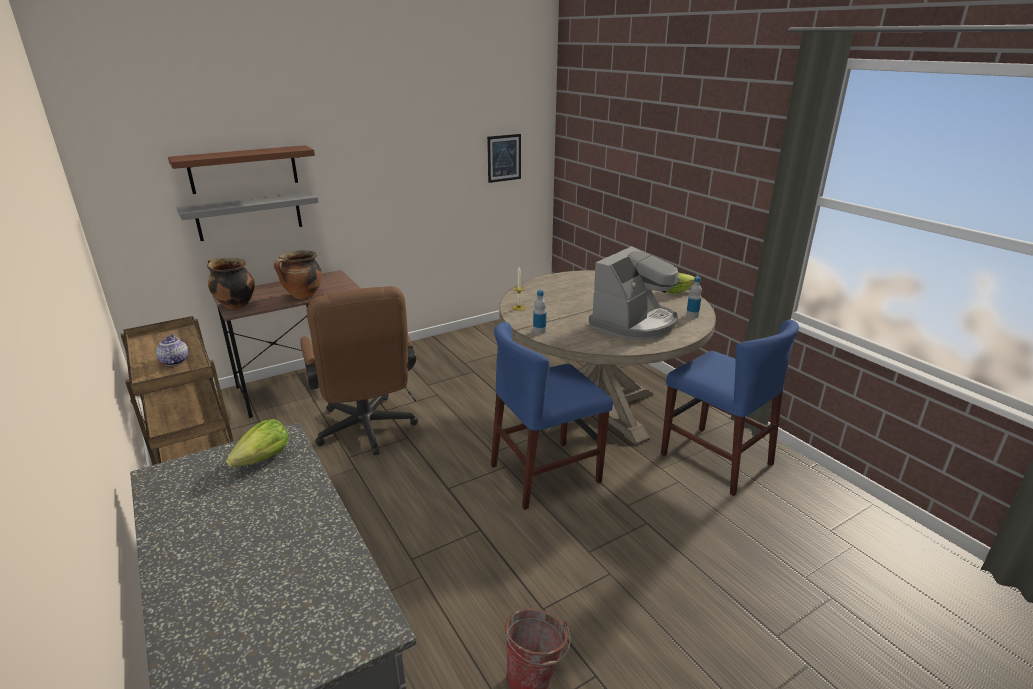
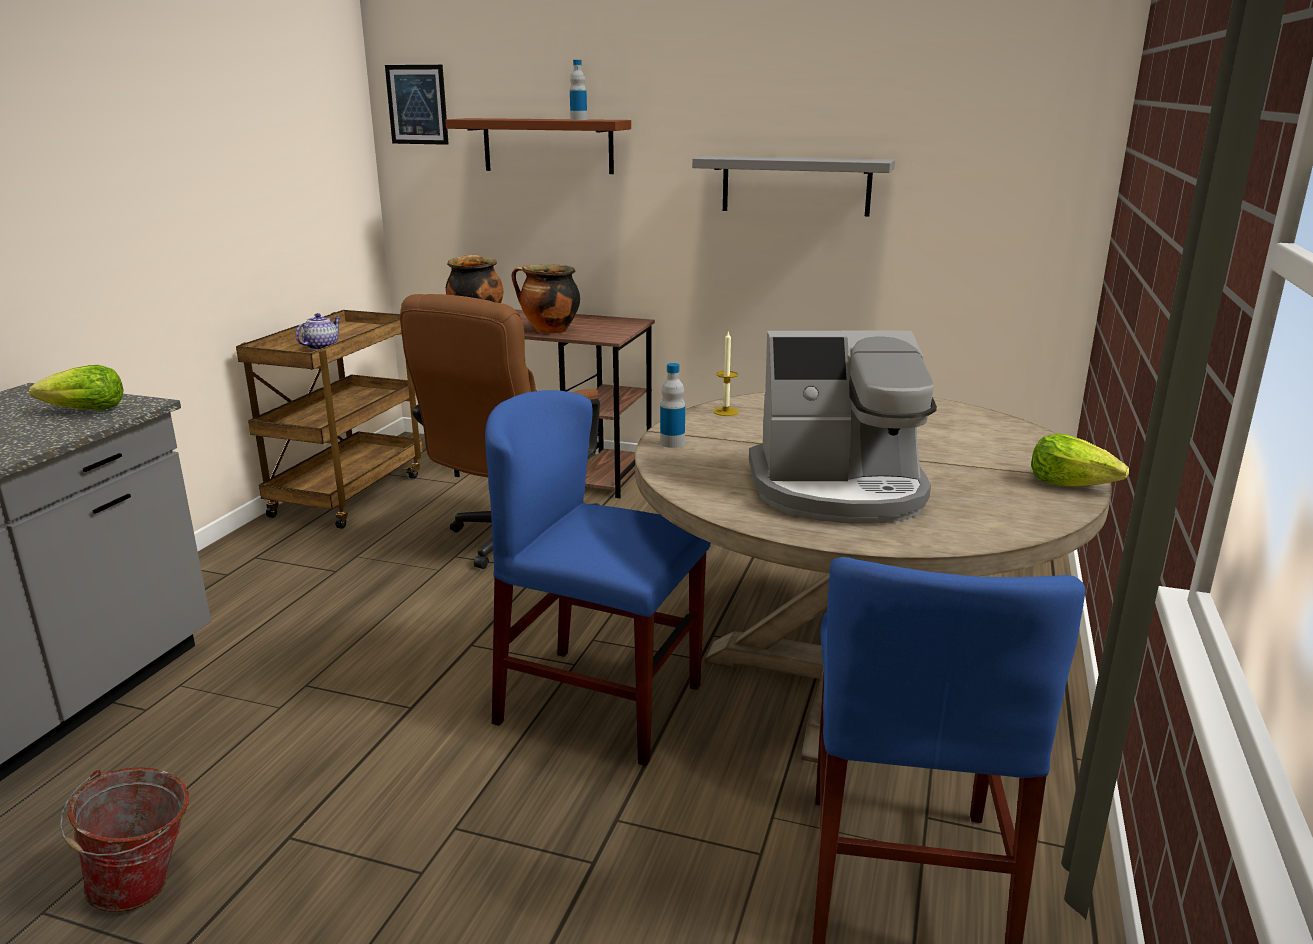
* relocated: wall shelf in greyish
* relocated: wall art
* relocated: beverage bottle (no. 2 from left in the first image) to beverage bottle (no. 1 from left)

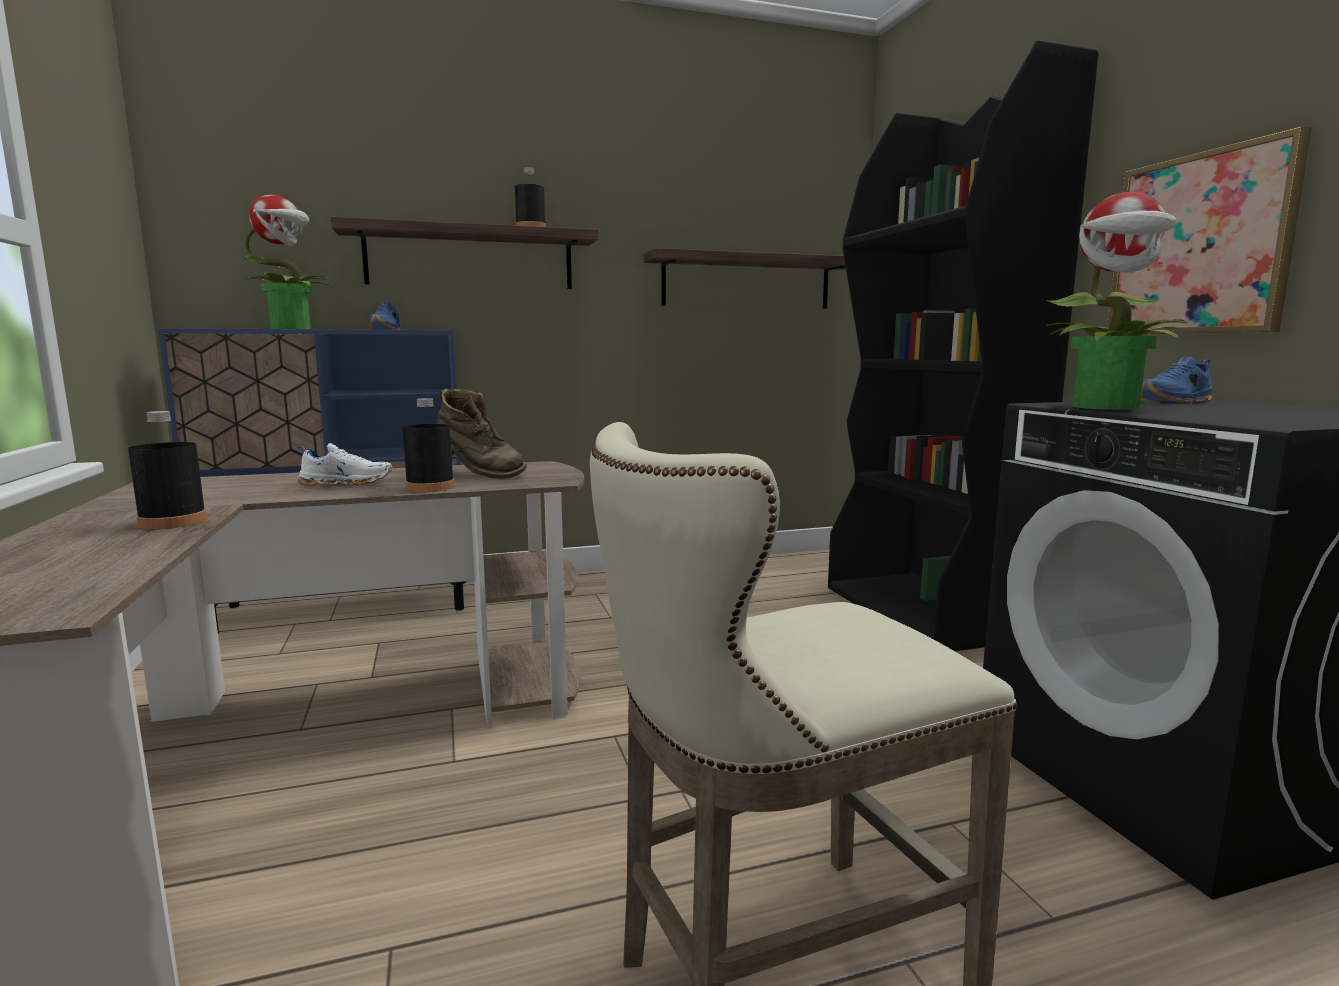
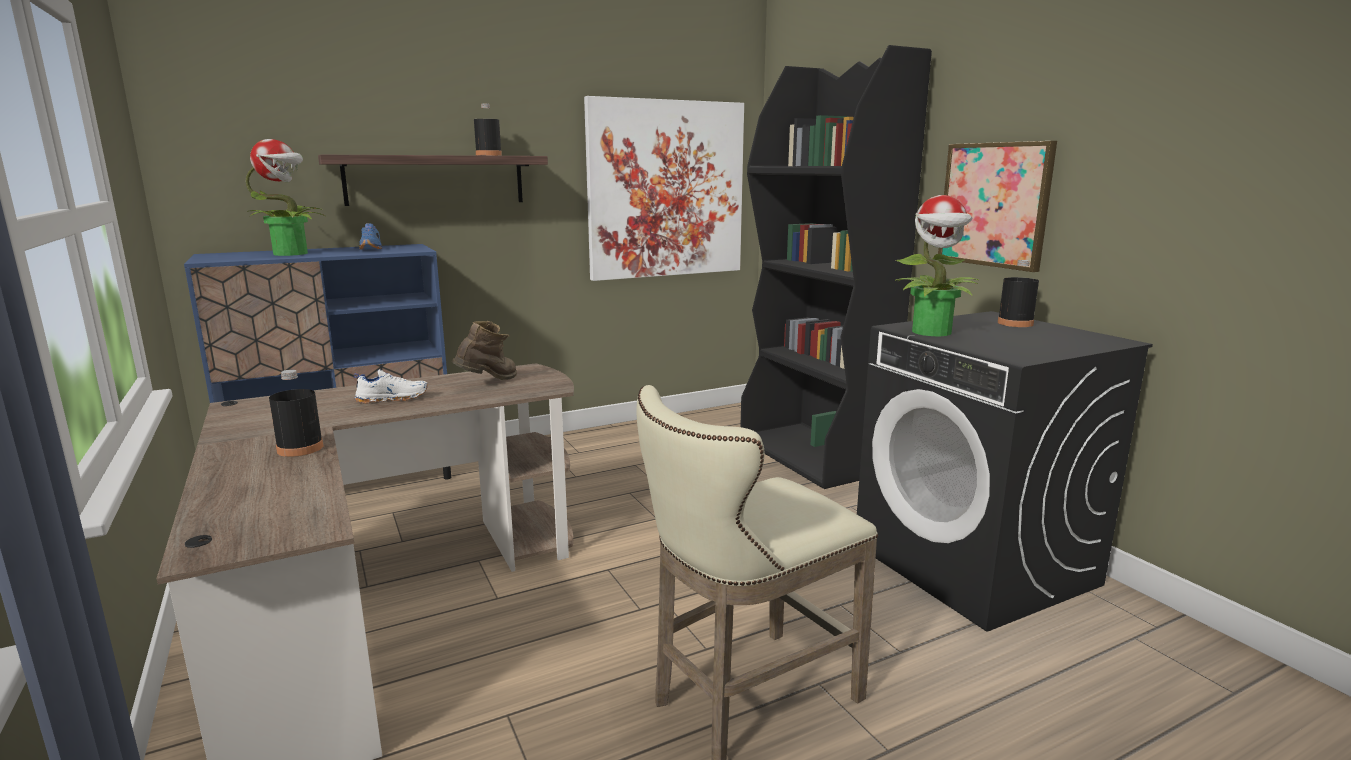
* missing: item of footwear in blue (no. 2 from left)
* relocated: beverage bottle in blackish (no. 2 from left in the first image) to beverage bottle in blackish (no. 3 from left)
* exchanged: wall shelf (no. 2 from left) to wall art (no. 1 from left)
* spun: high-top boot in brown 75 degrees counterclockwise

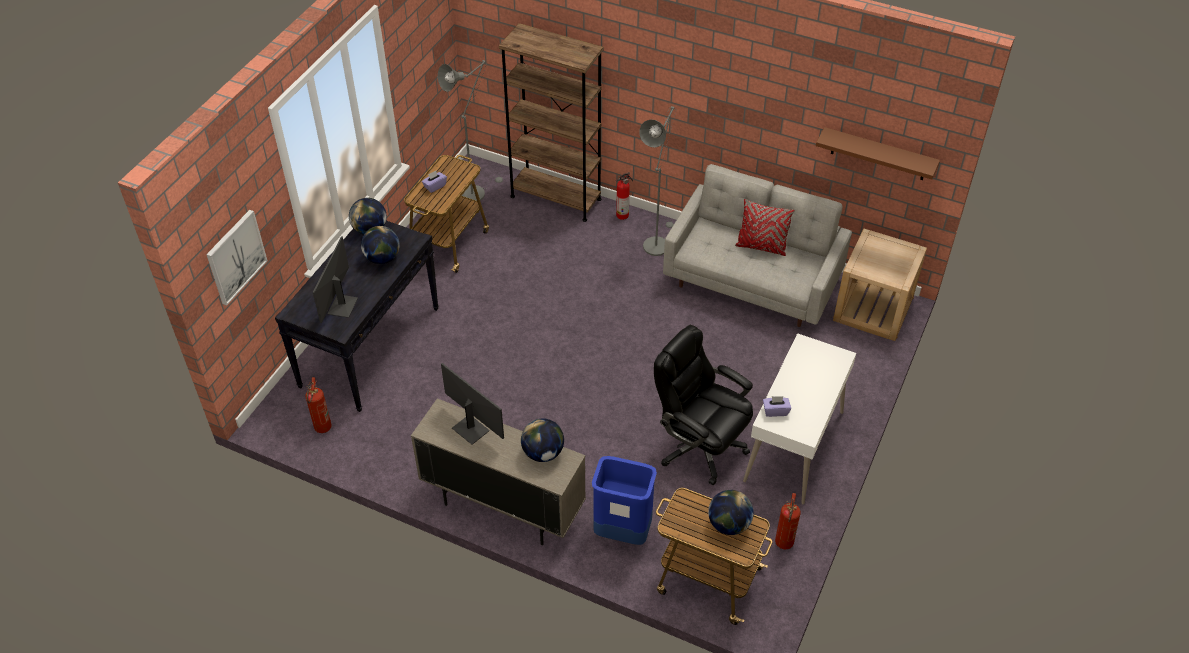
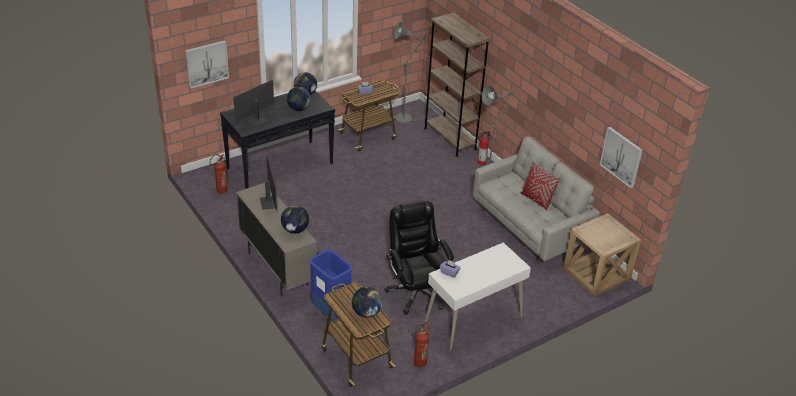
* exchanged: wall shelf in brown to wall art (no. 2 from left)

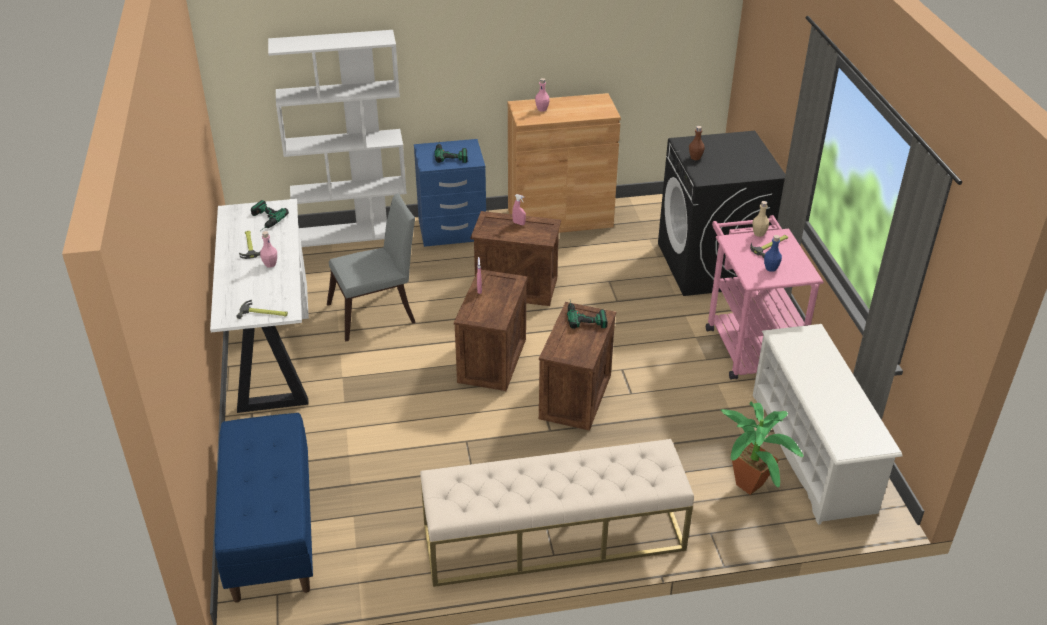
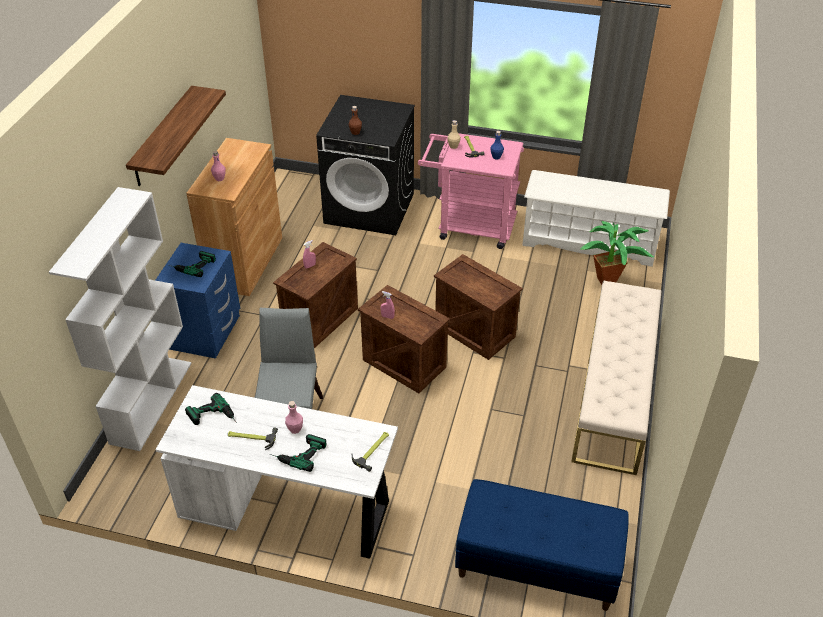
* appeared: wall shelf
* relocated: power drill (no. 3 from left)

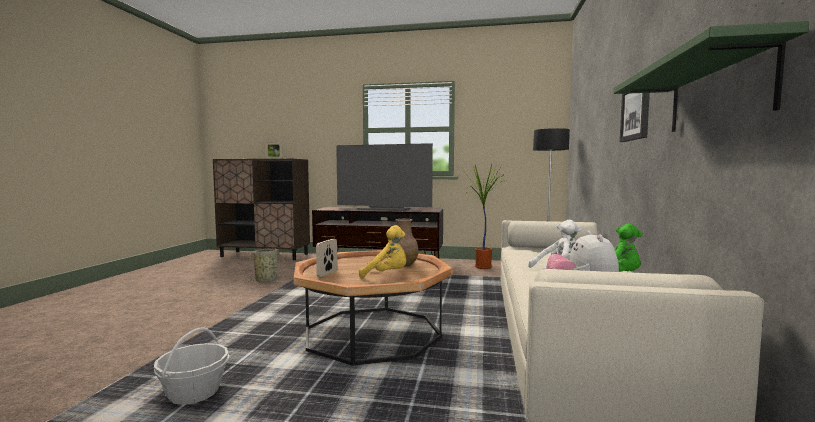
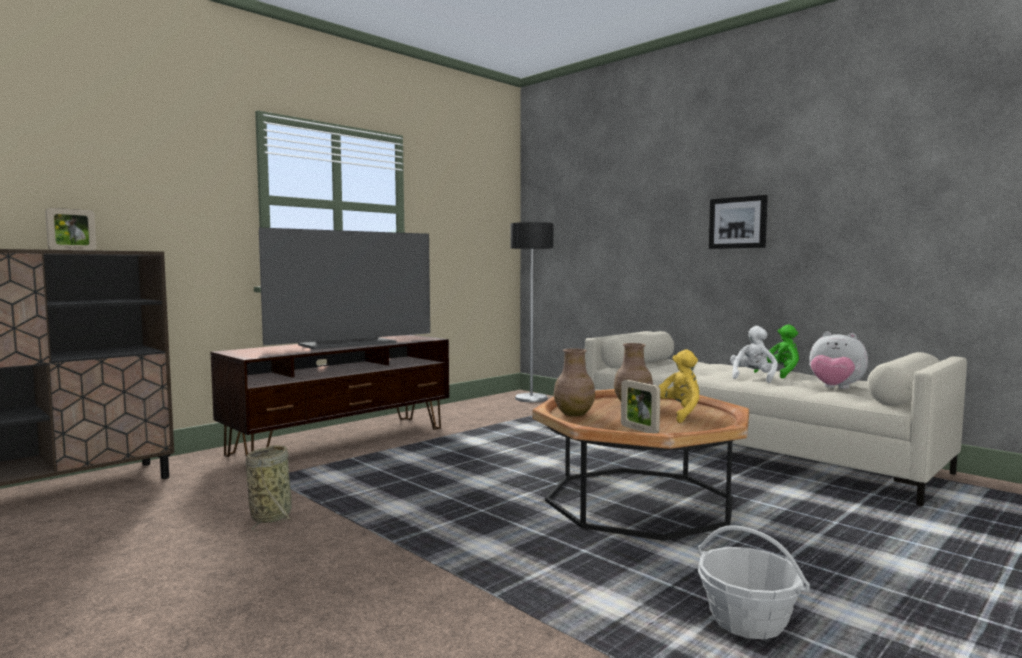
* missing: plant in a pot
* missing: wall shelf in green-coloured
* appeared: vase in brown (no. 1 from left)

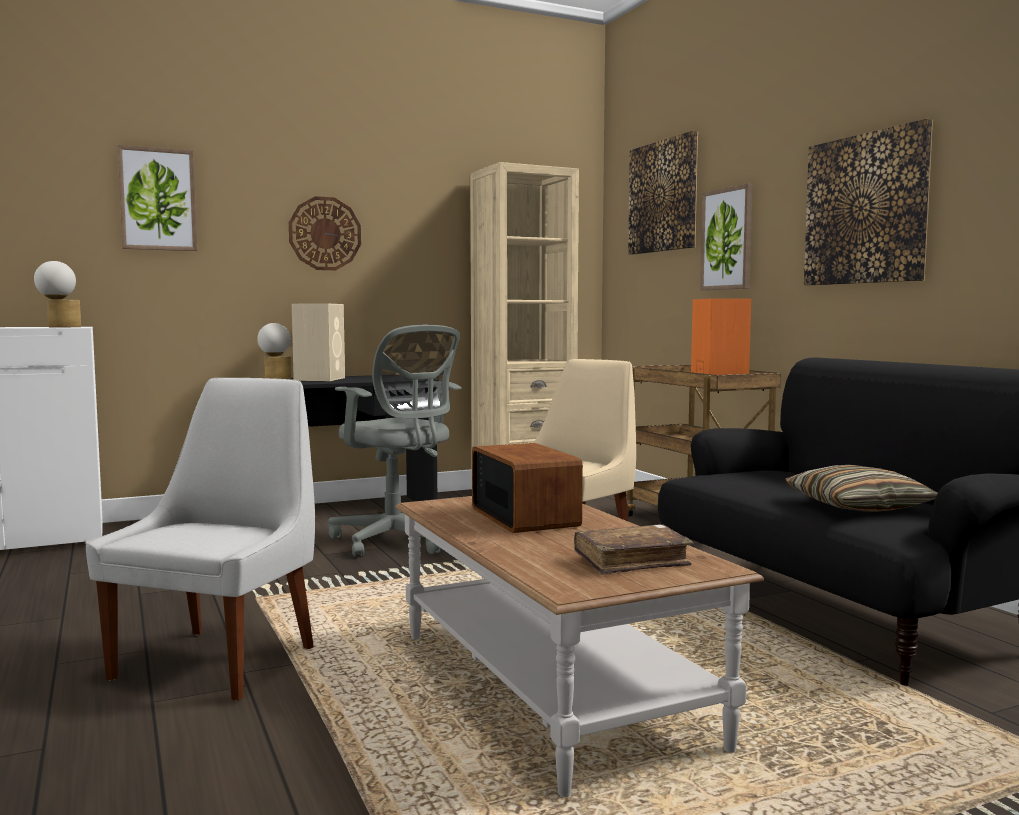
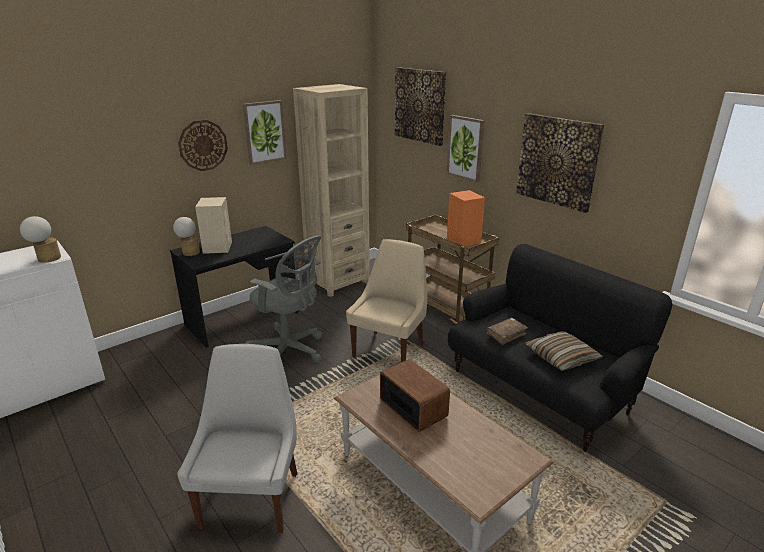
* relocated: wall art (no. 1 from left)
* relocated: book in brown

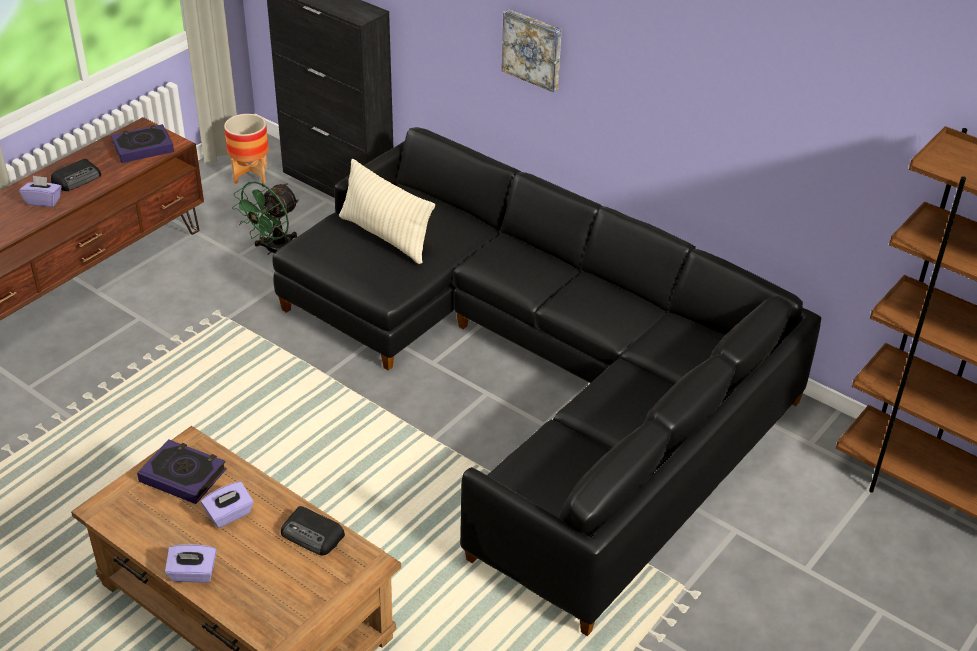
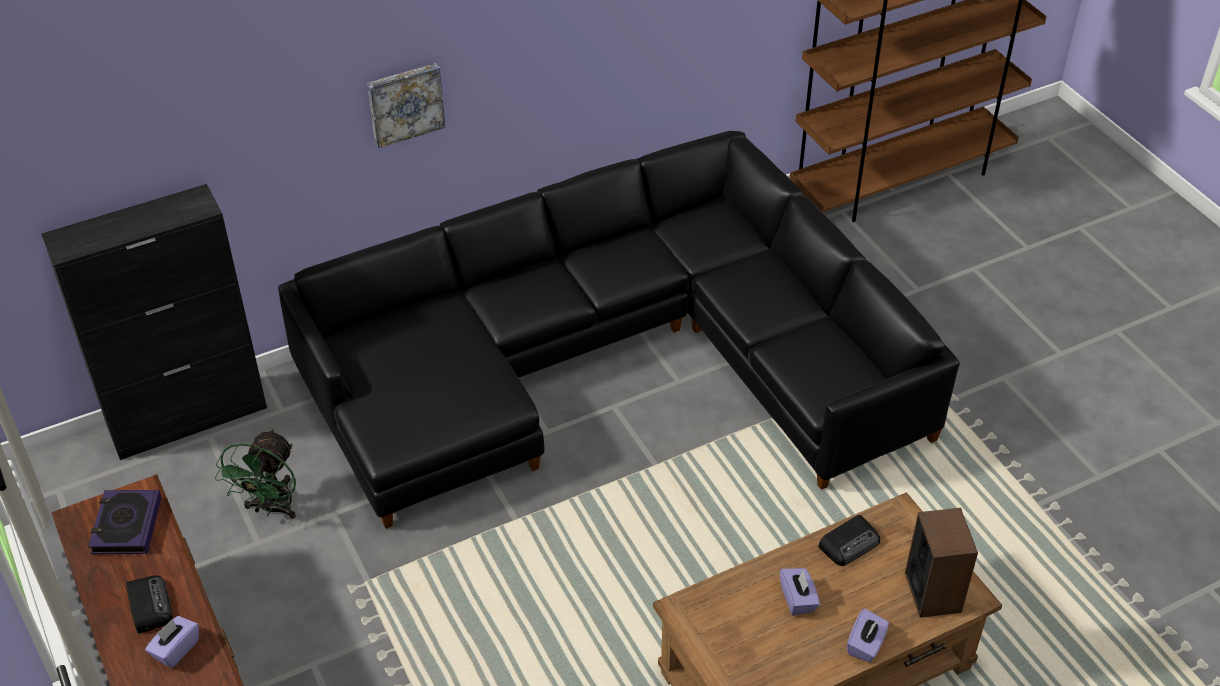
* missing: book (no. 2 from left)
* missing: plant pot
* missing: cushion in beige
* appeared: speaker
* spun: cooling fan in green-coloured 45 degrees clockwise

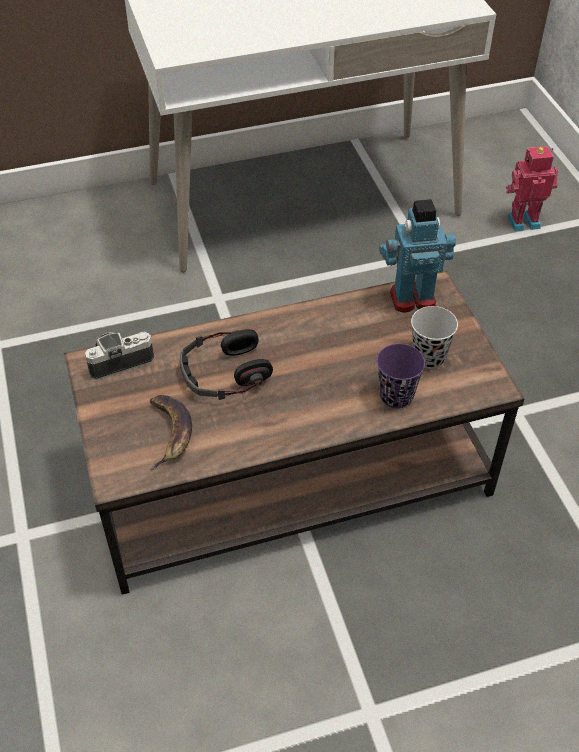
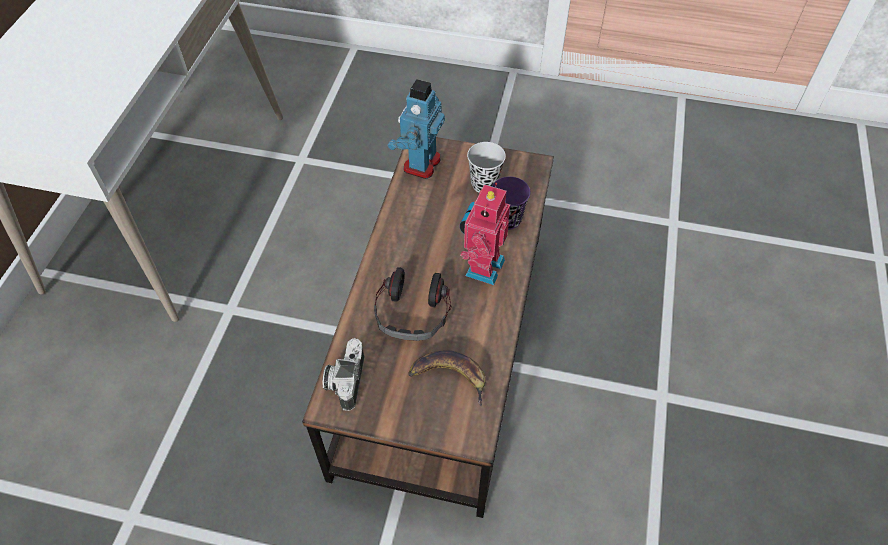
* relocated: model robot (no. 2 from left)

